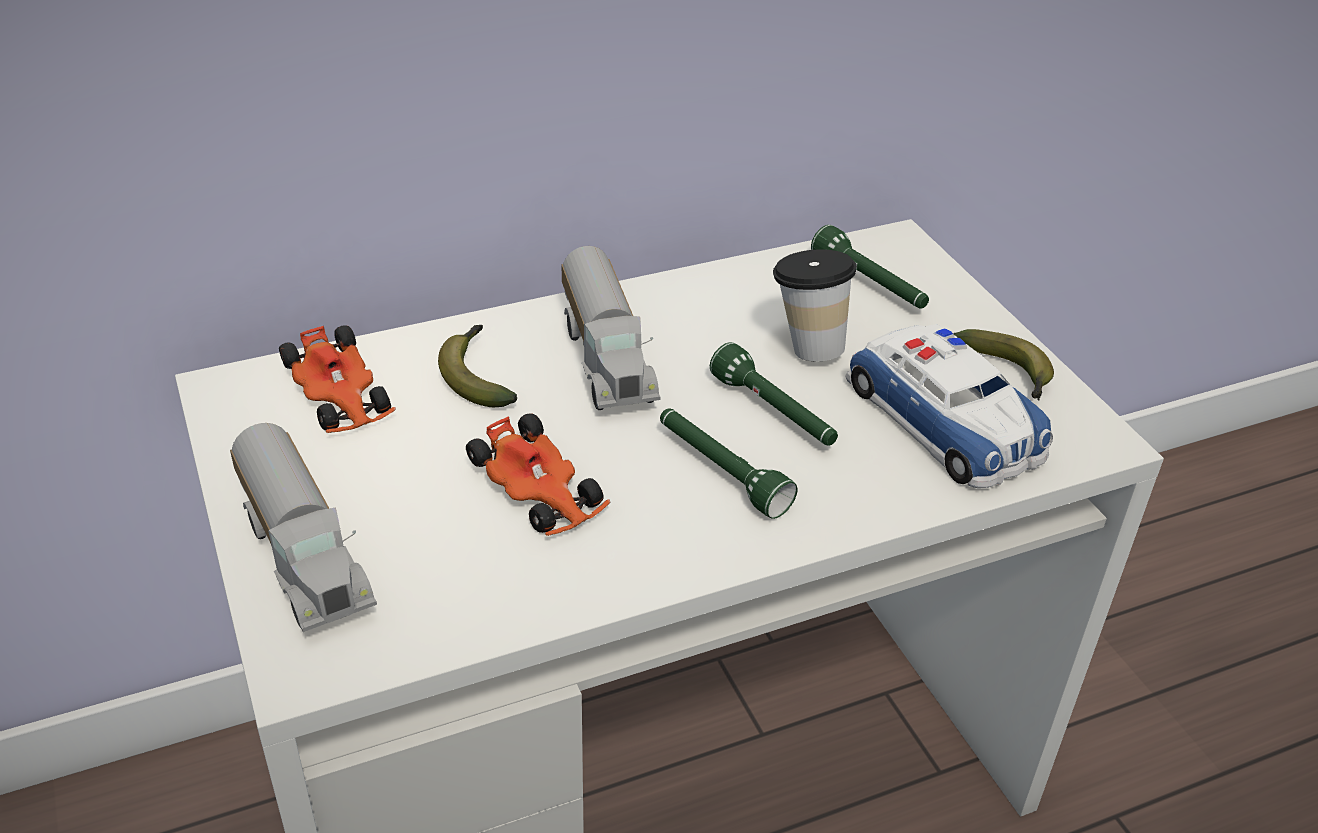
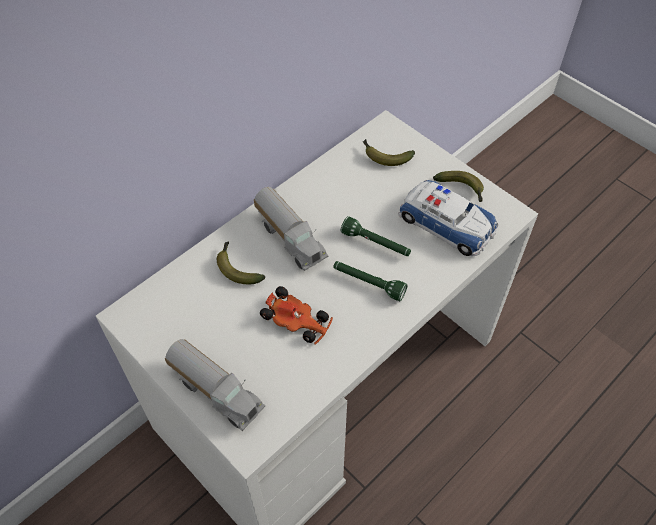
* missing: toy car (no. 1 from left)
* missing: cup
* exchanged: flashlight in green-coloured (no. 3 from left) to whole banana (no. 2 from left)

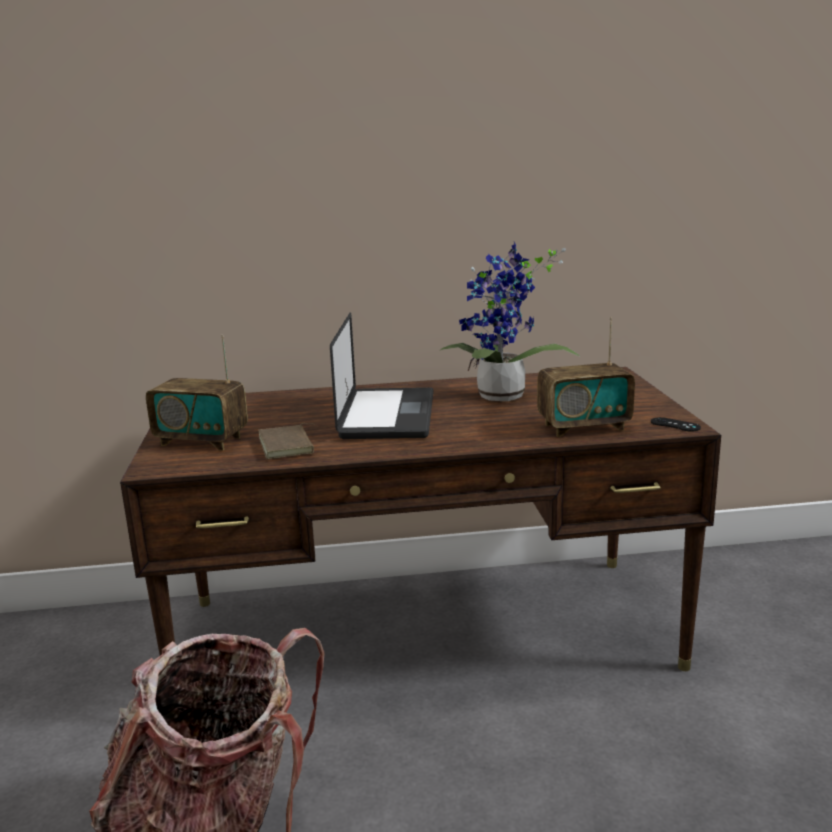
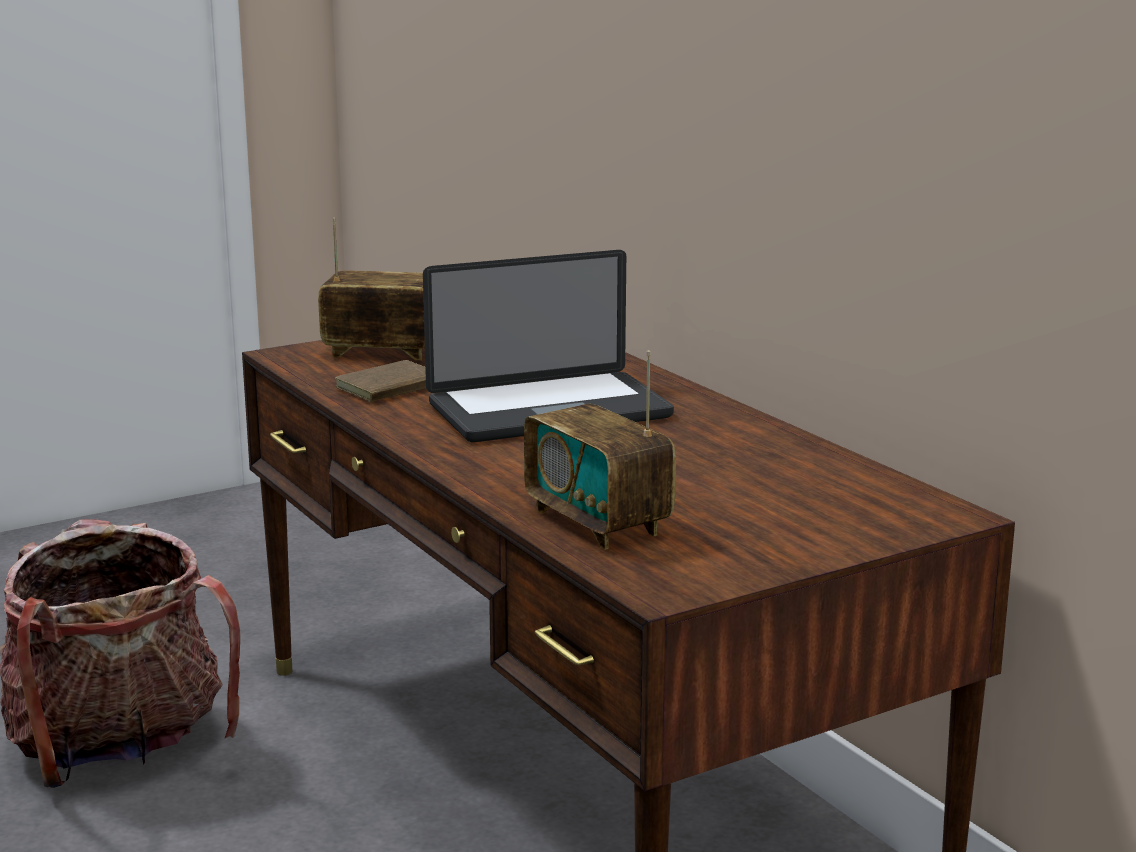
* missing: plant in a pot
* missing: game controller in blackish
* spun: radio receiver (no. 1 from left) 105 degrees clockwise

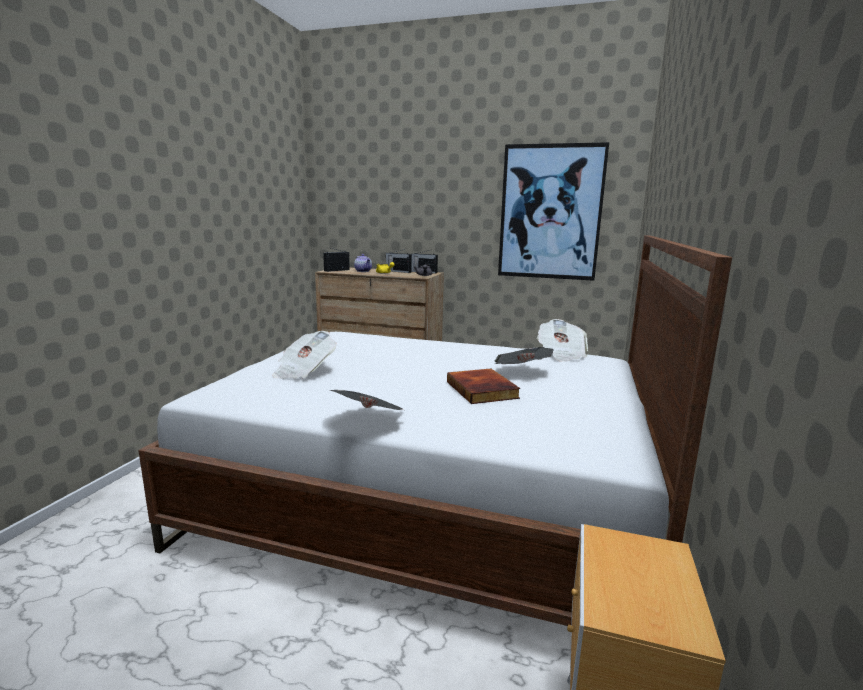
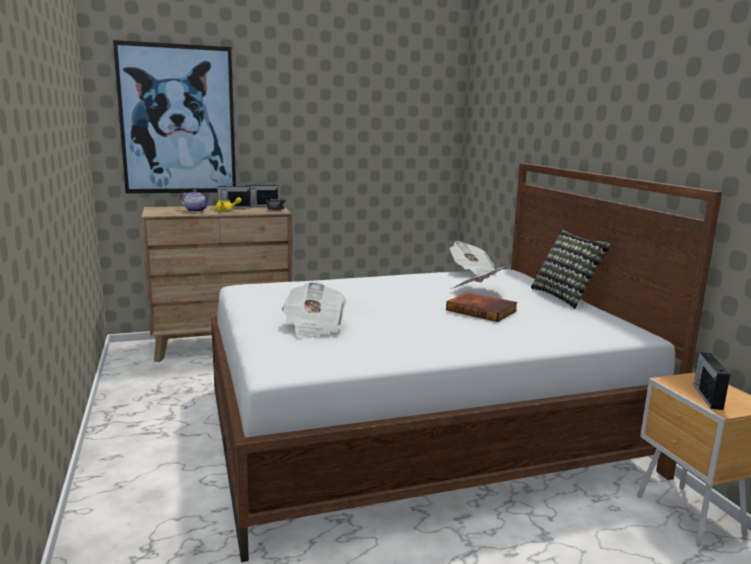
* missing: printed paper (no. 2 from left)
* appeared: cushion
* relocated: radio receiver (no. 1 from left in the first image) to radio receiver (no. 3 from left)
* relocated: wall art

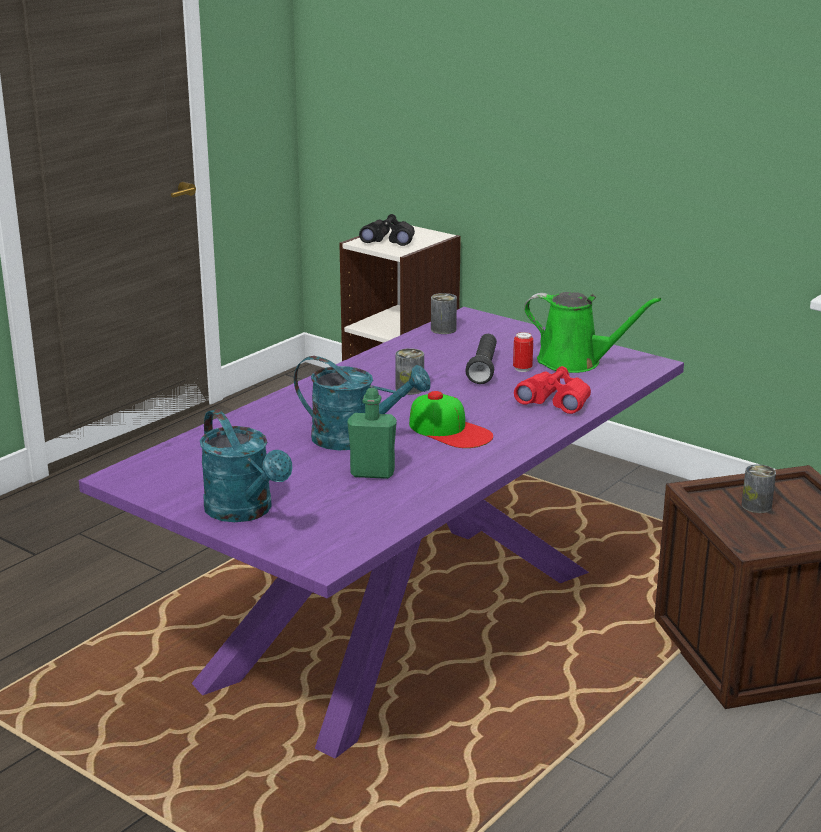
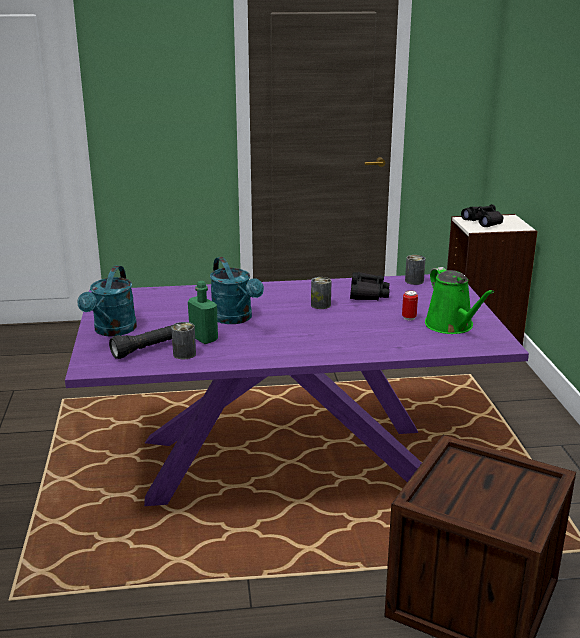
* missing: cap
* missing: binoculars in reddish
* appeared: binoculars in blackish (no. 1 from left)
* relocated: flashlight in blackish
* relocated: sealed can (no. 4 from left in the first image) to sealed can (no. 1 from left)

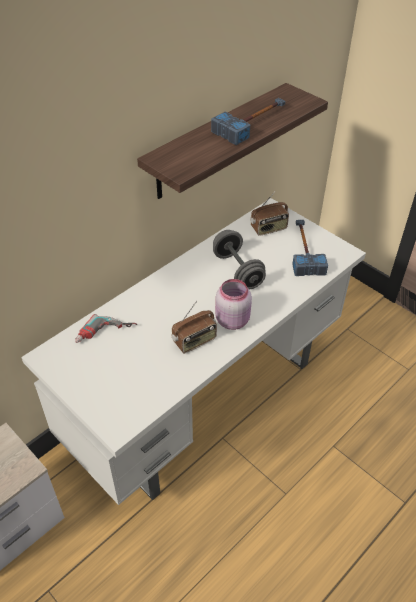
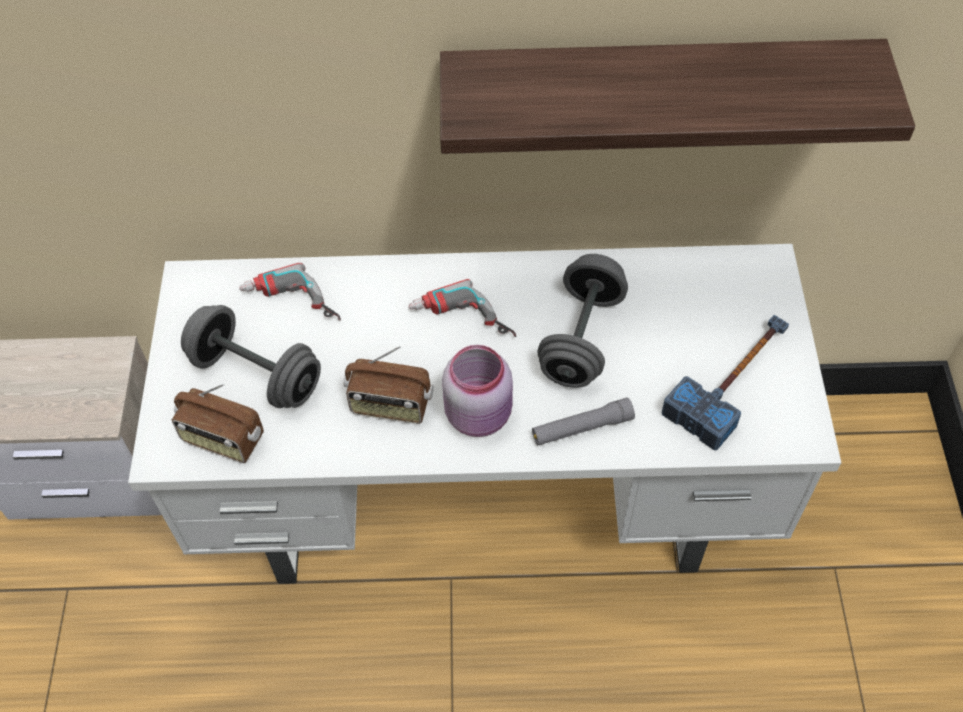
* missing: hand hammer (no. 1 from left)
* appeared: hand weight in greyish (no. 1 from left)
* appeared: power drill (no. 2 from left)
* appeared: flashlight in greyish
* relocated: radio receiver (no. 2 from left in the first image) to radio receiver (no. 1 from left)

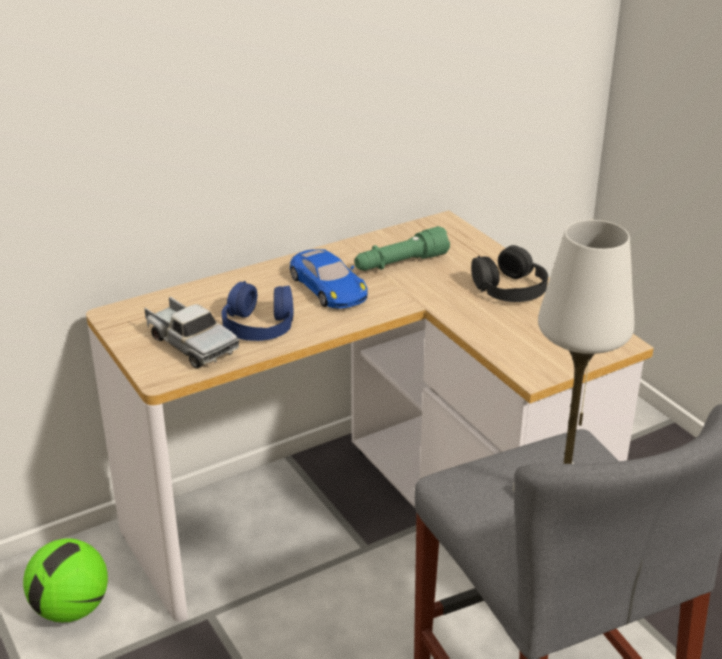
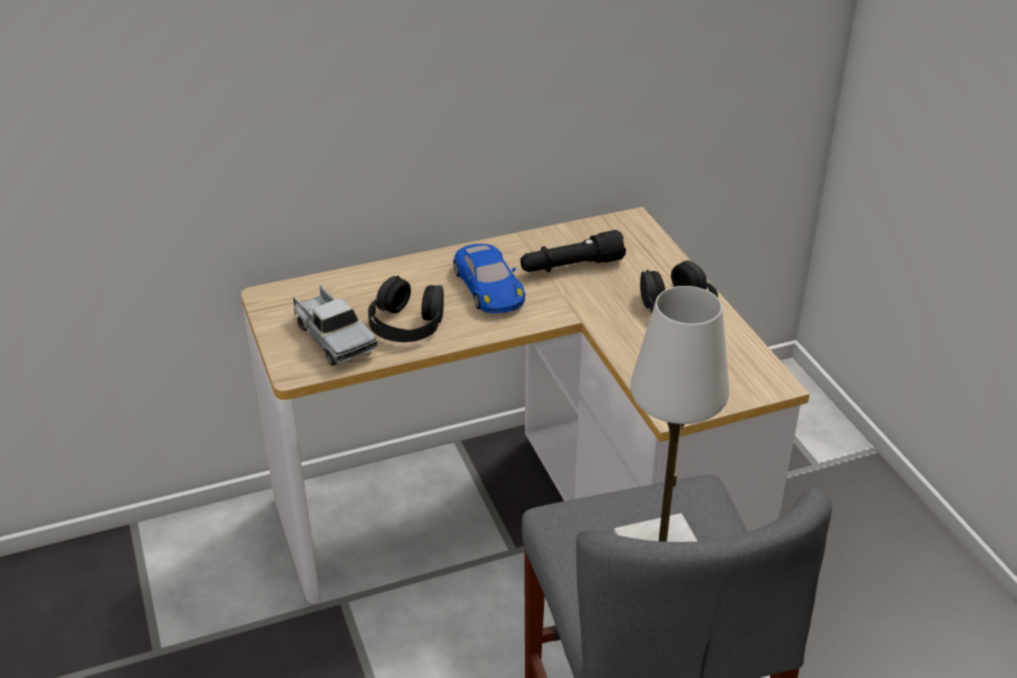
* missing: ball for football
* colour: headphones in blue to headphones in blackish (no. 1 from left)
* colour: flashlight in green-coloured to flashlight in blackish

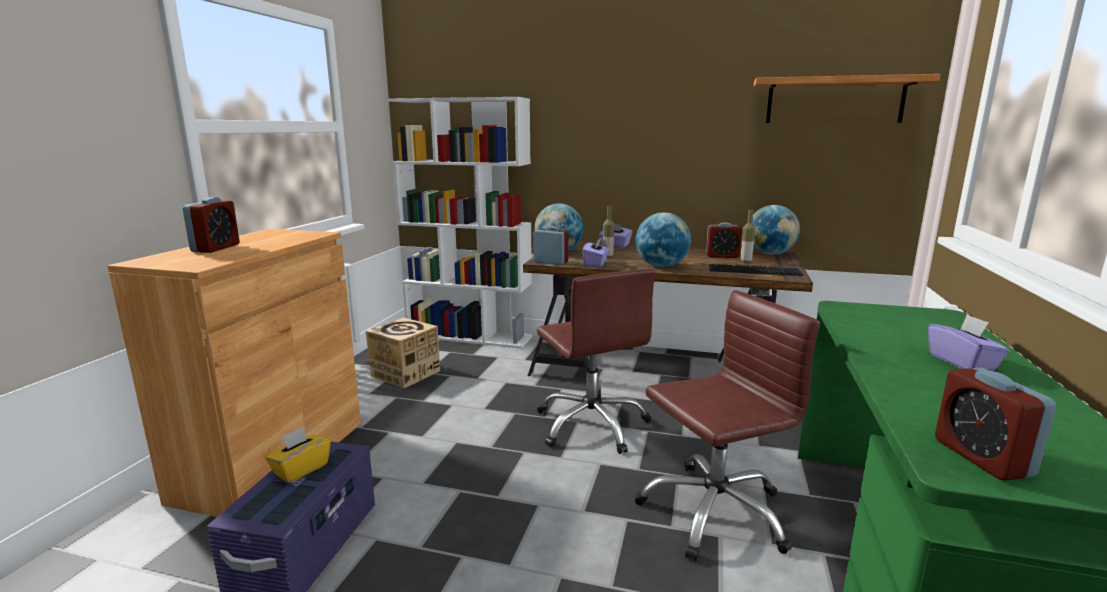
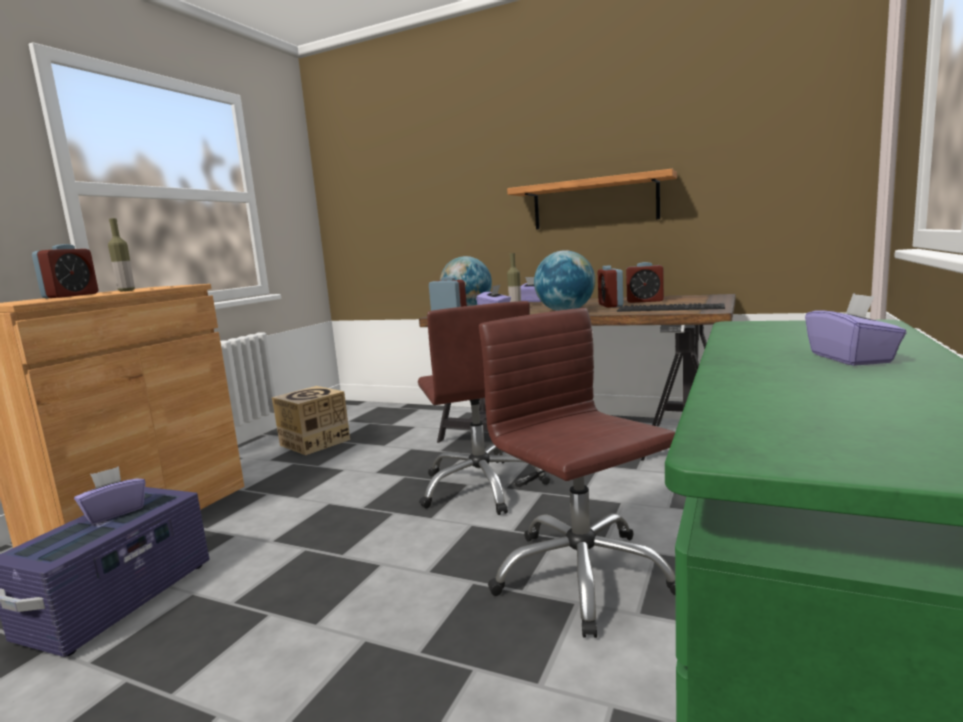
* missing: shelving unit in whitish
* missing: globe (no. 3 from left)
* relocated: beverage bottle (no. 2 from left in the first image) to beverage bottle (no. 1 from left)
* relocated: wall shelf
* relocated: table clock (no. 4 from left in the first image) to table clock (no. 3 from left)
* colour: tissue box in yellow-coloured to tissue box in purplish (no. 1 from left)
* spun: computer chair in brown (no. 2 from left) 105 degrees counterclockwise

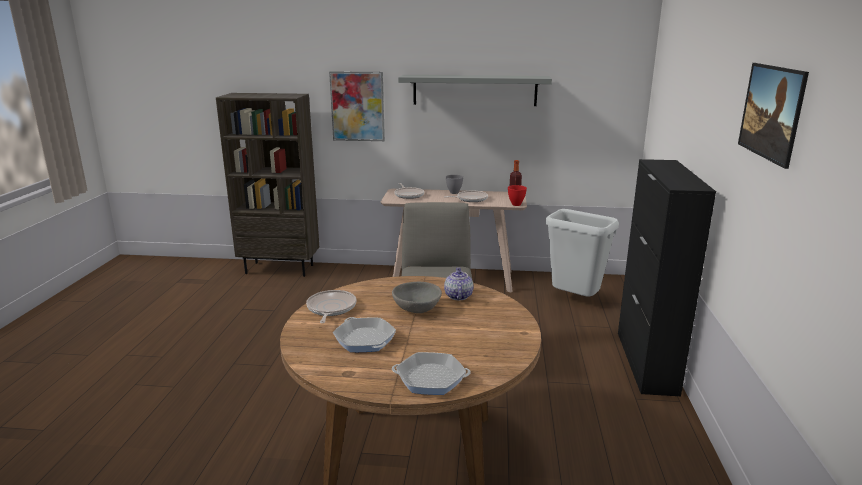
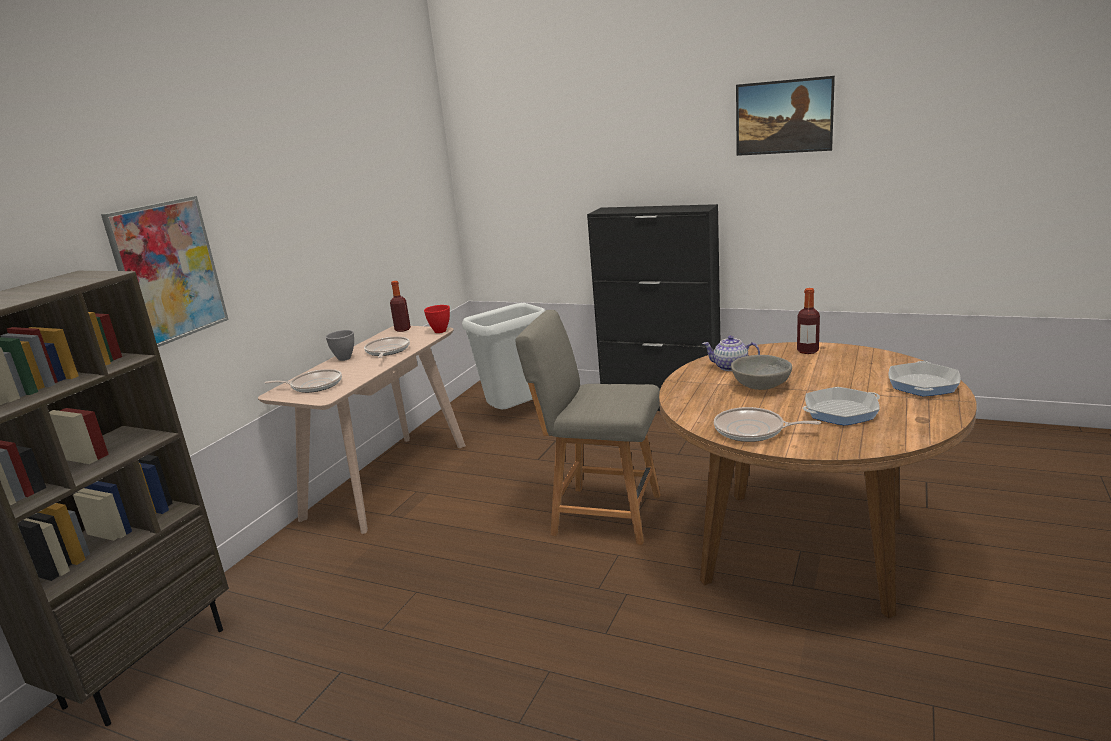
* missing: wall shelf in greyish
* appeared: beverage bottle (no. 2 from left)

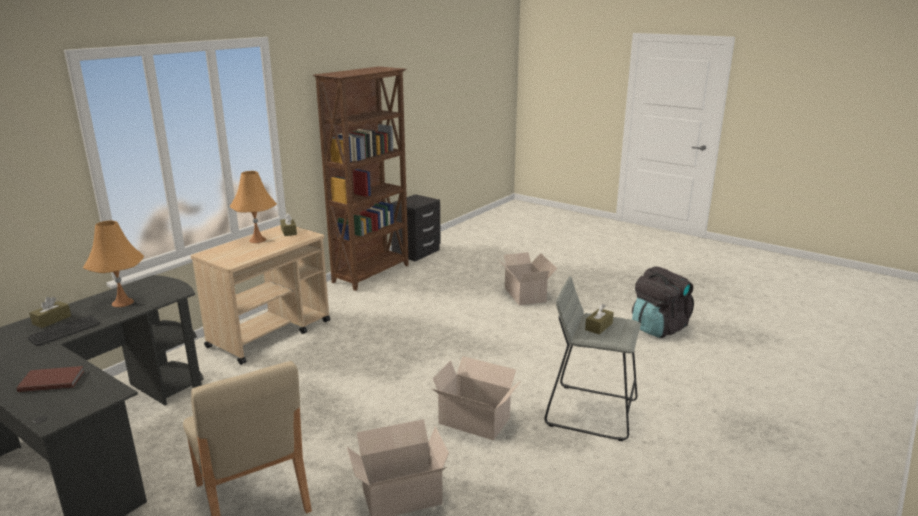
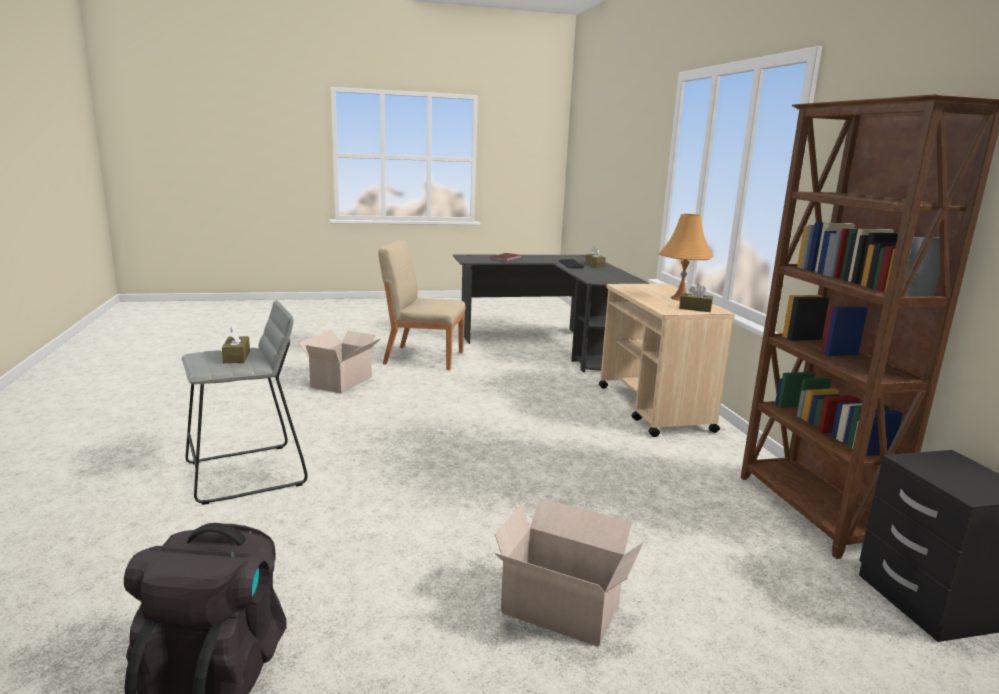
* missing: tabletop lamp in orangey (no. 1 from left)
* missing: carton (no. 2 from left)

